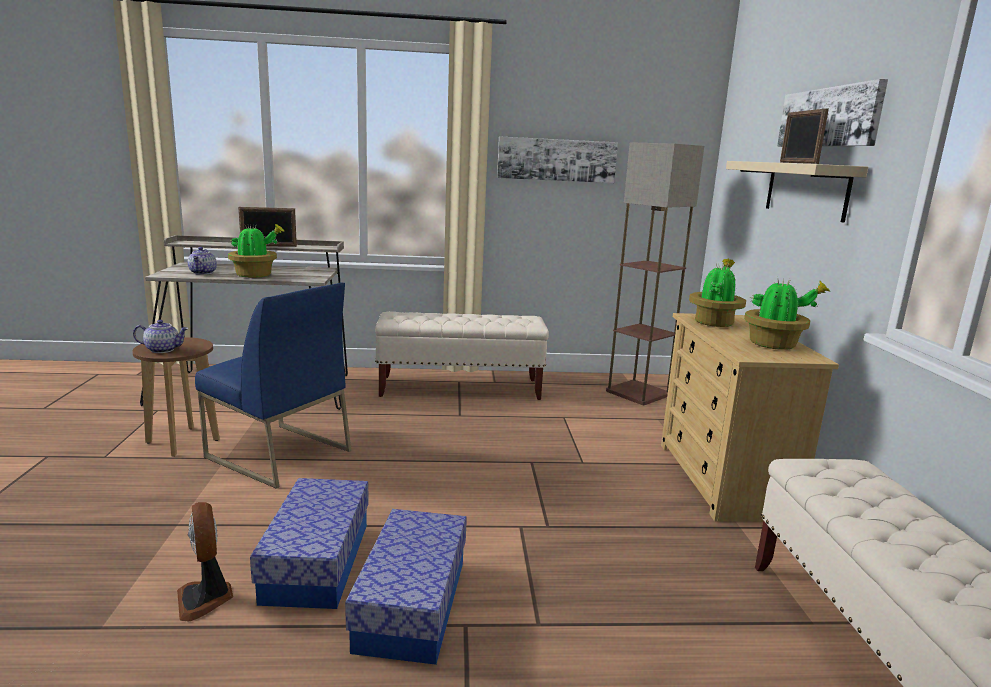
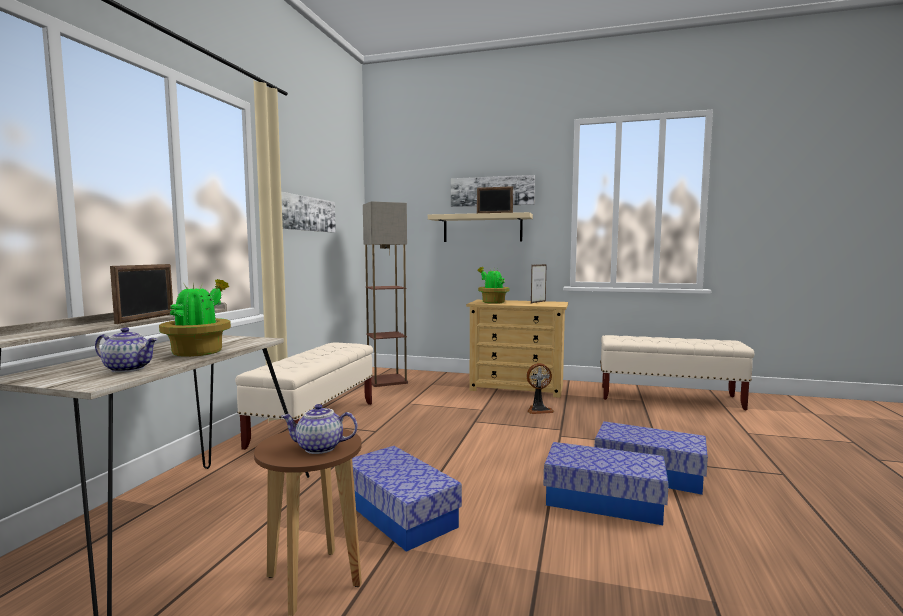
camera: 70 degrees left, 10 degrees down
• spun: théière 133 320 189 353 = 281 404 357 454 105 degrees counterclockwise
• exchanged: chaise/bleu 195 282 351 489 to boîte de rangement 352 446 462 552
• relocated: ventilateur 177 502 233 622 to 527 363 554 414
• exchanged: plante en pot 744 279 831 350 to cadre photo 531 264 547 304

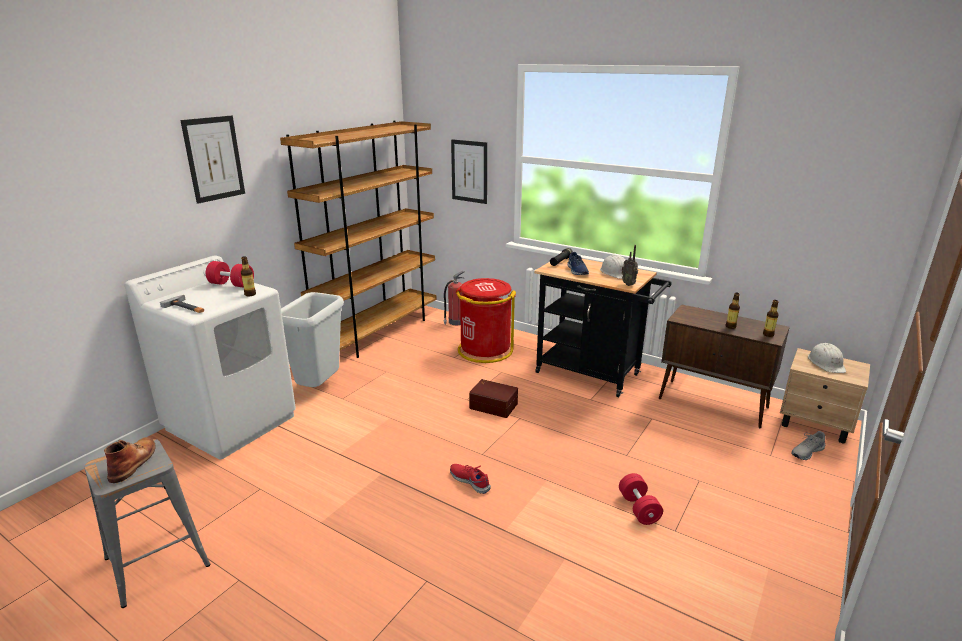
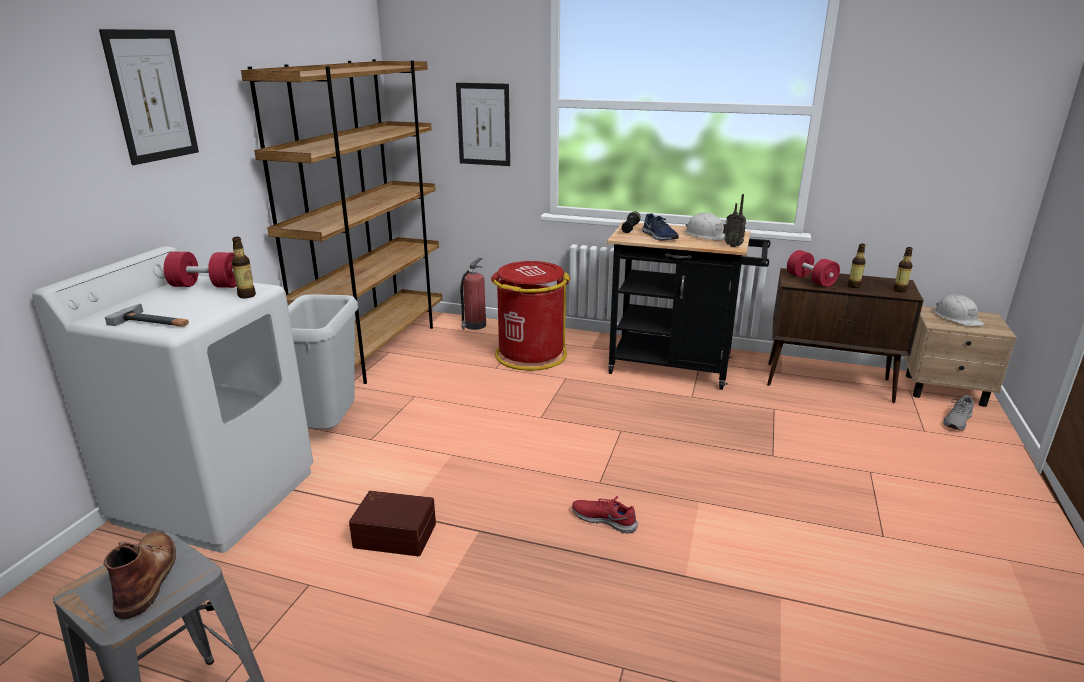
camera: 15 degrees left, 0 degrees up
• relocated: boîte de rangement/marron 469 379 518 418 to 349 491 436 556
• relocated: haltère/rouge 619 473 663 525 to 787 250 840 287

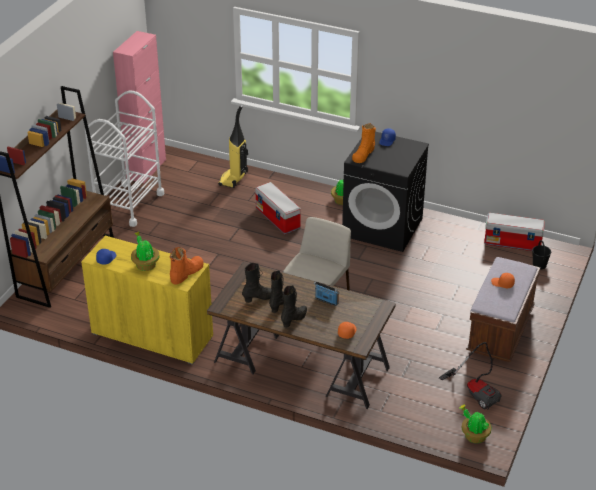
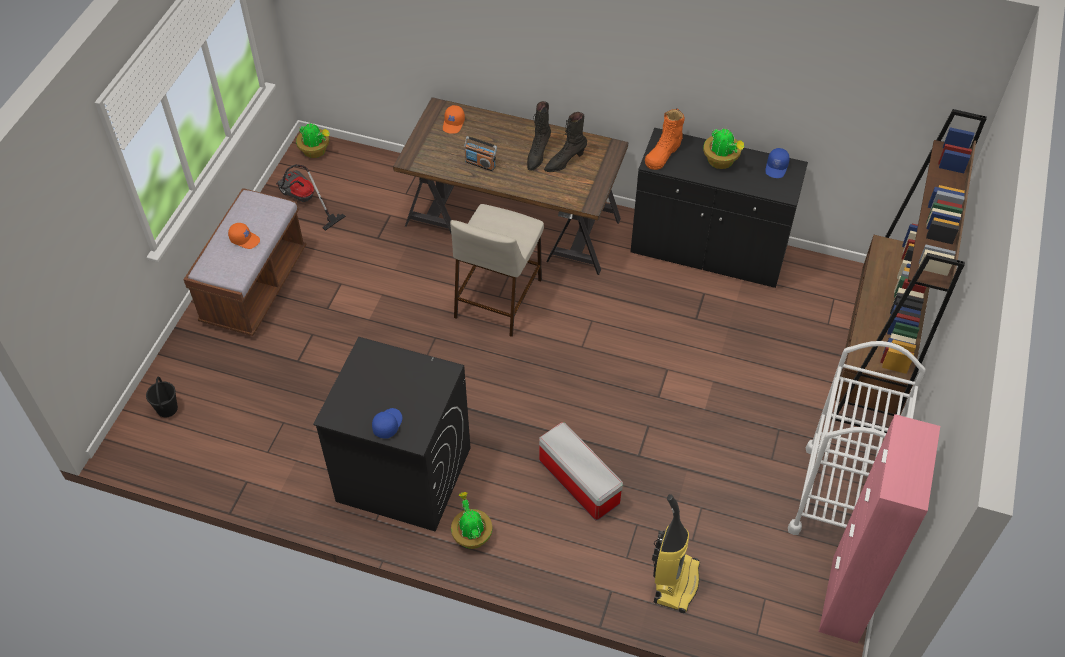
camera: 175 degrees right, 15 degrees up
• colour: meuble de rangement/jaune 81 236 213 365 to meuble de rangement/noir 631 128 808 288
• missing: botte/noir 281 285 307 328
• missing: botte/orange 352 123 376 163
• missing: boîte de rangement 484 213 545 251

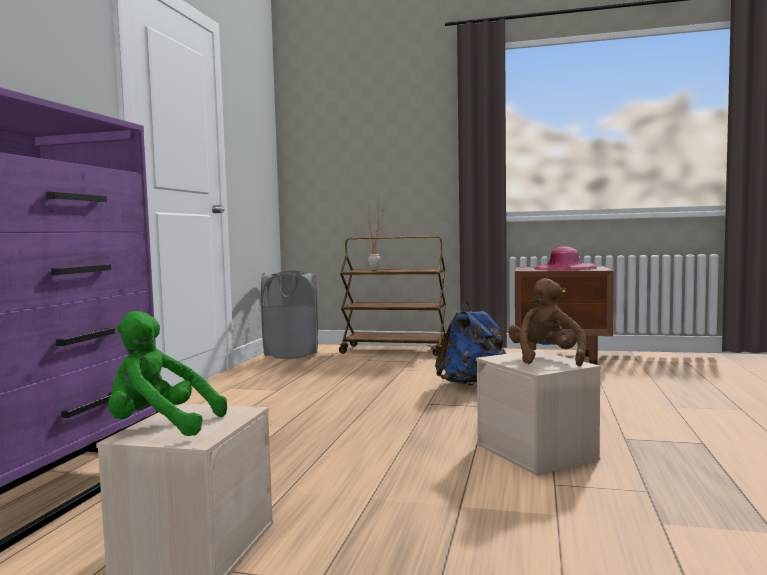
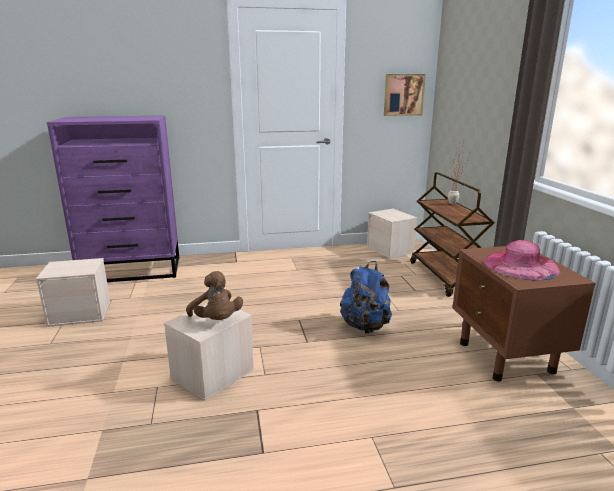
camera: 65 degrees right, 15 degrees up
• spun: peluche/marron 508 278 587 366 = 186 271 243 320 75 degrees clockwise
• exchanged: panier à linge/gris 261 270 318 359 to boîte de rangement/beige 367 209 417 259
• appeared: tableau 384 74 426 116
• missing: peluche/vert 108 311 227 436

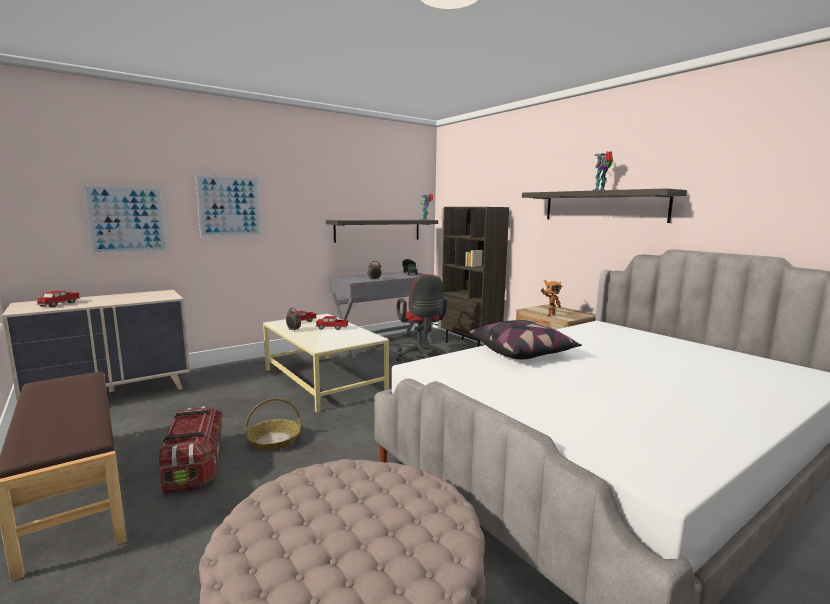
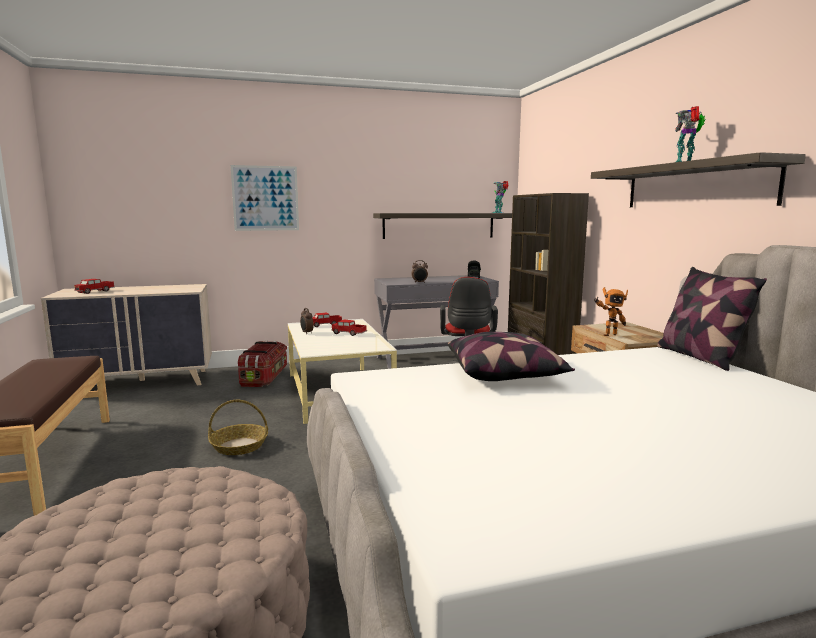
camera: 20 degrees right, 0 degrees up
• relocated: boîte de rangement 159 406 223 494 to 238 341 287 387
• appeared: coussin 657 267 767 371
• missing: tableau 82 184 168 255

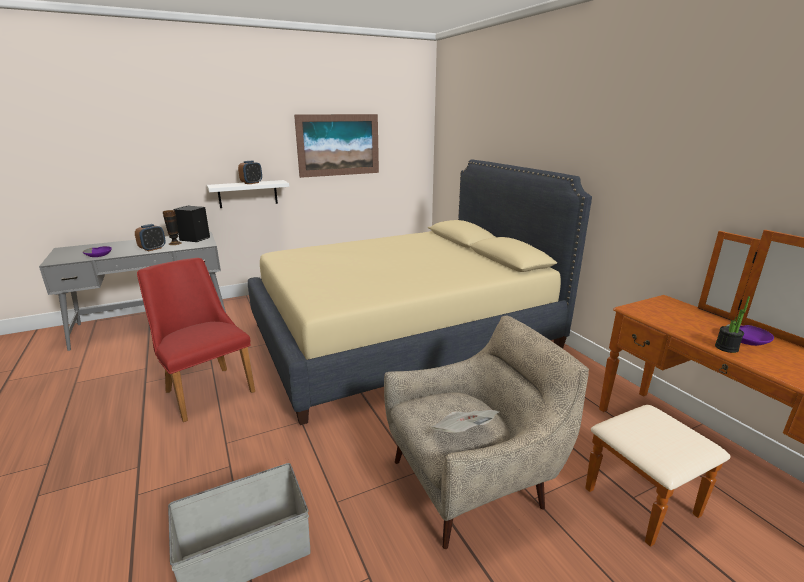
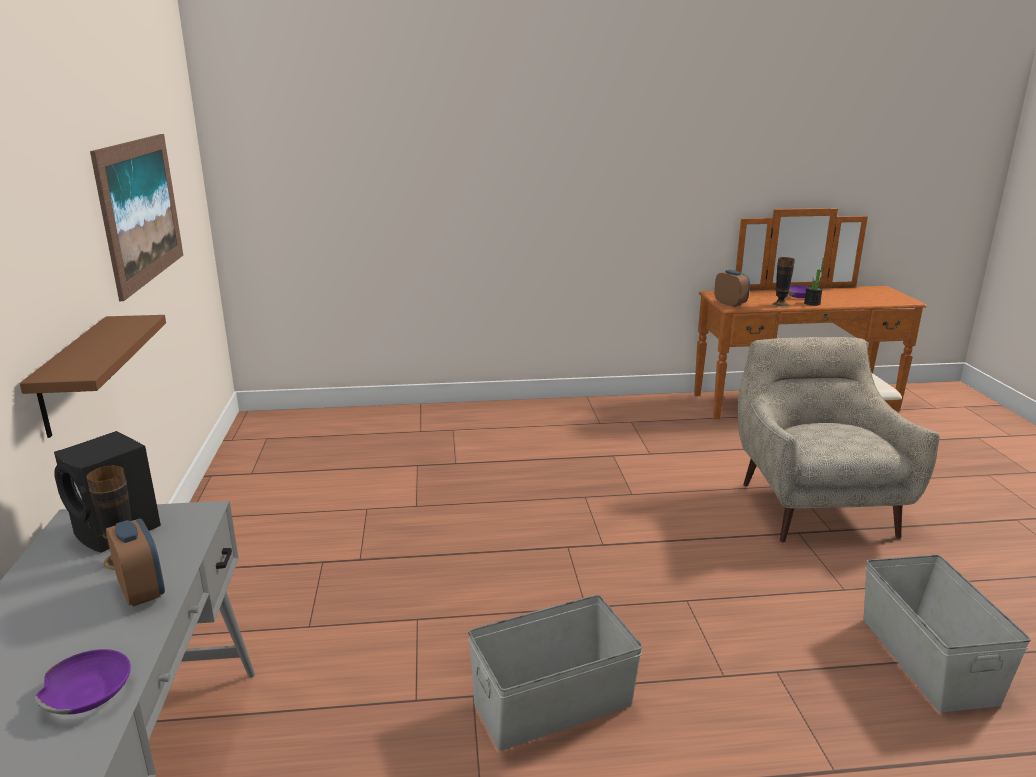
camera: 70 degrees left, 0 degrees up
• colour: étagère/blanc 207 180 289 208 to étagère/marron 19 315 166 438
• exchanged: chaise/rouge 137 258 255 422 to boîte de rangement/gris 468 595 643 751
• relocated: réveil 238 161 262 184 to 714 270 750 307
• appeared: vase 771 257 795 307
• missing: lit/beige 248 159 592 425
• missing: journal 431 410 500 433

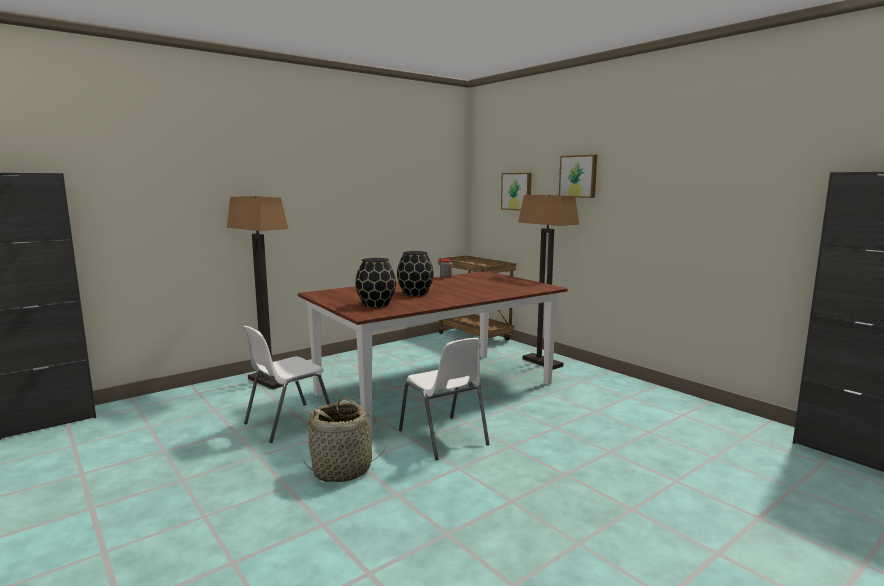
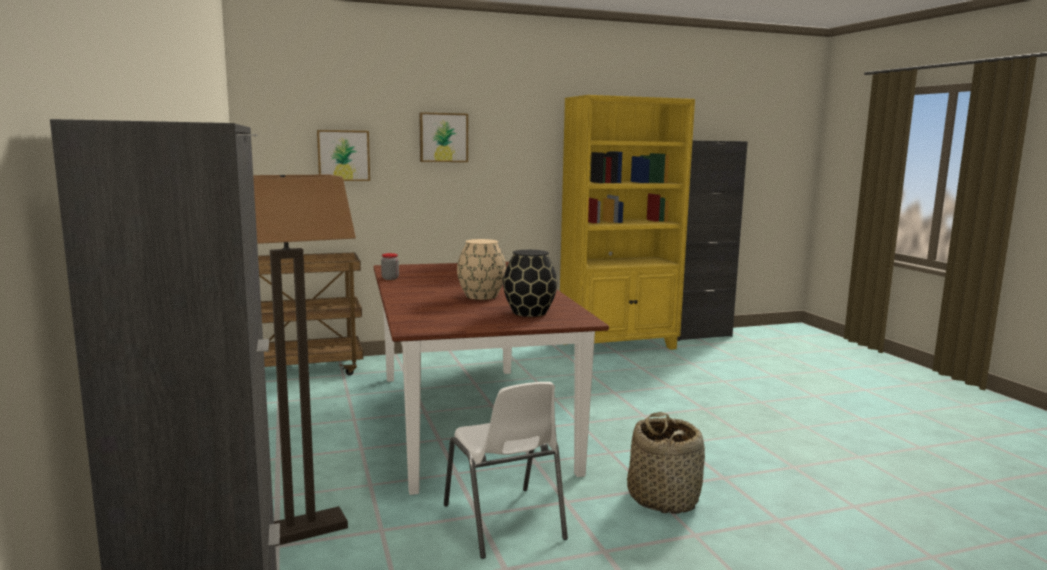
camera: 70 degrees left, 0 degrees up
• colour: vase/noir 397 251 434 296 to vase/beige 457 239 506 300
• appeared: bibliothèque/jaune 560 95 695 350
• missing: chaise/blanc 399 338 489 460
• missing: lampadaire 518 195 579 370

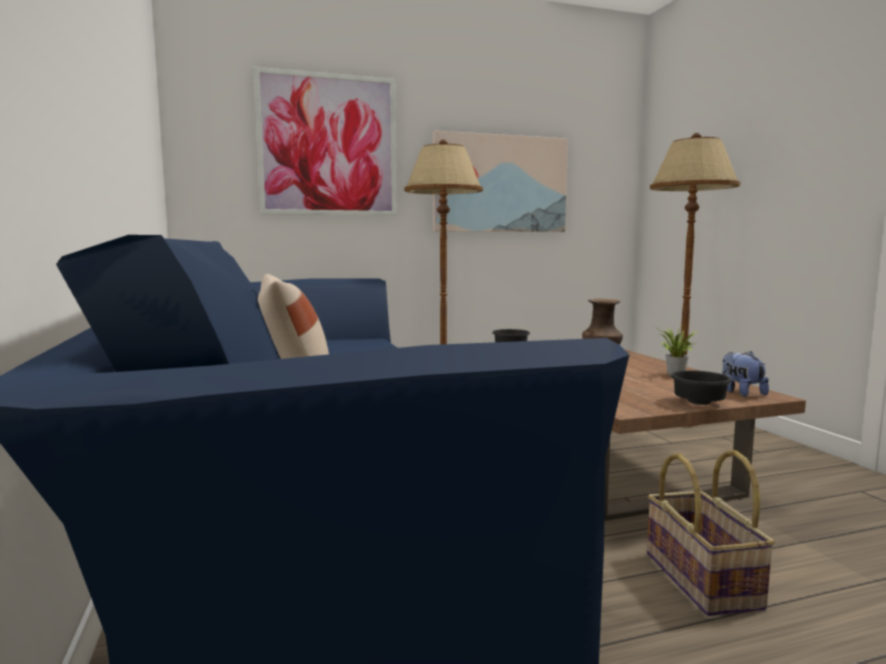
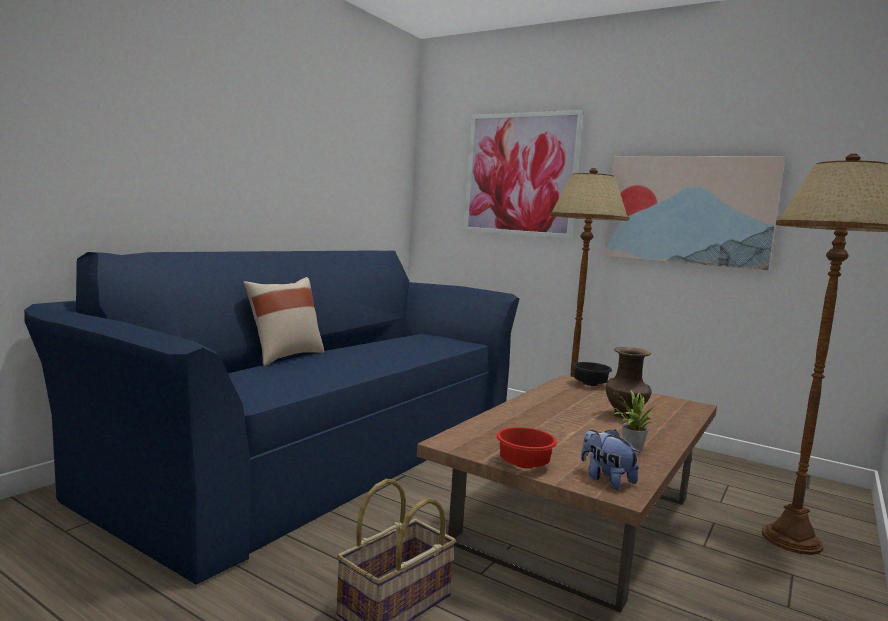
camera: 50 degrees right, 0 degrees up
• colour: bol/noir 670 370 732 405 to bol/rouge 496 427 557 468
• spun: peluche 722 351 769 397 = 581 429 640 490 75 degrees counterclockwise

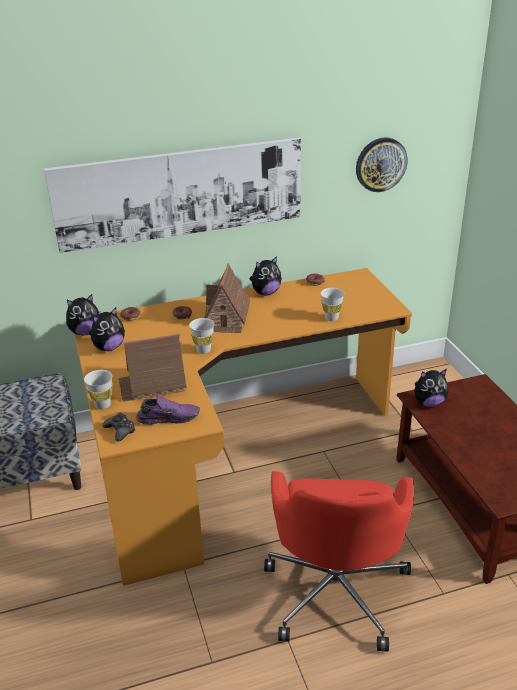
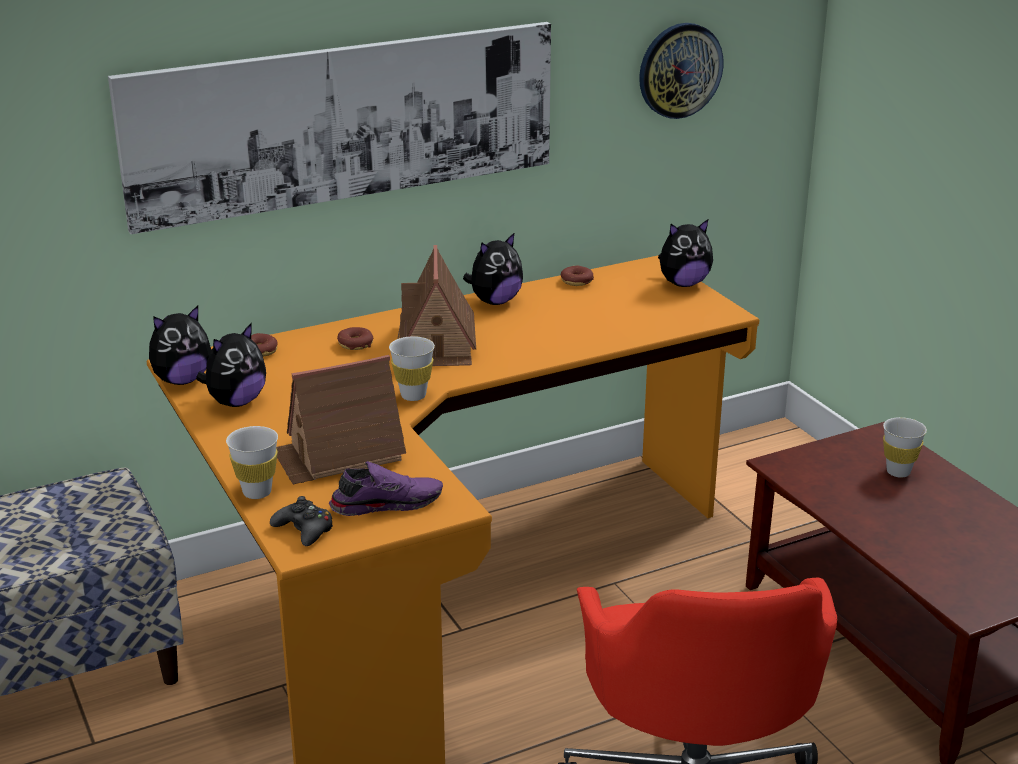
camera: 10 degrees left, 5 degrees down
• relocated: peluche 414 369 448 407 to 658 219 713 287
• relocated: tasse/blanc 321 288 344 321 to 883 417 927 477

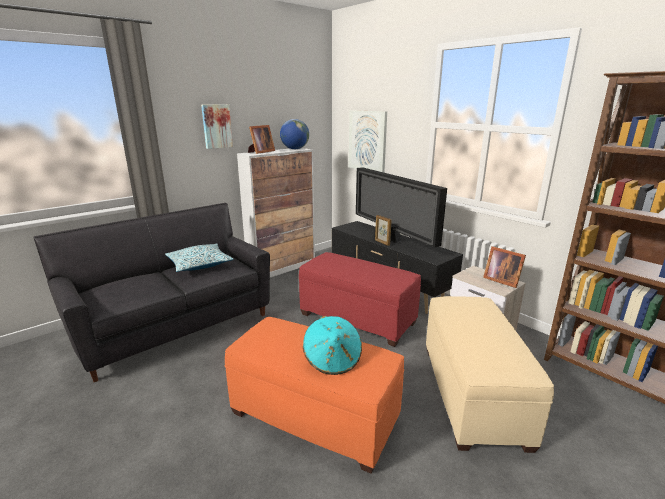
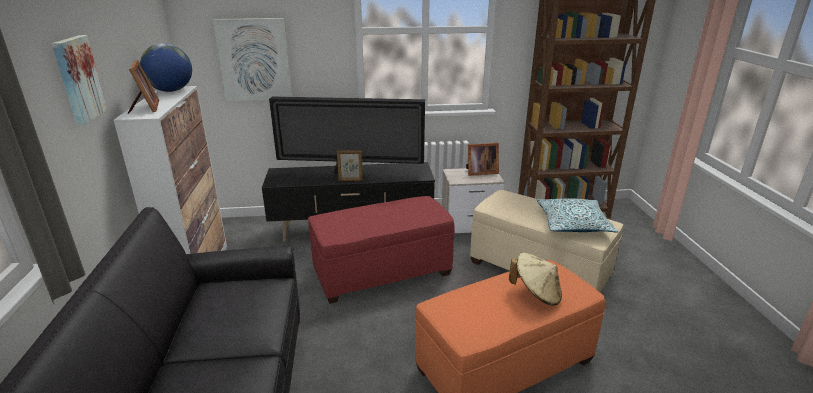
camera: 55 degrees left, 5 degrees up
• colour: chapeau/turquoise 303 316 362 375 to chapeau/beige 509 252 562 305
• relocated: coussin 165 243 234 272 to 536 199 618 233

